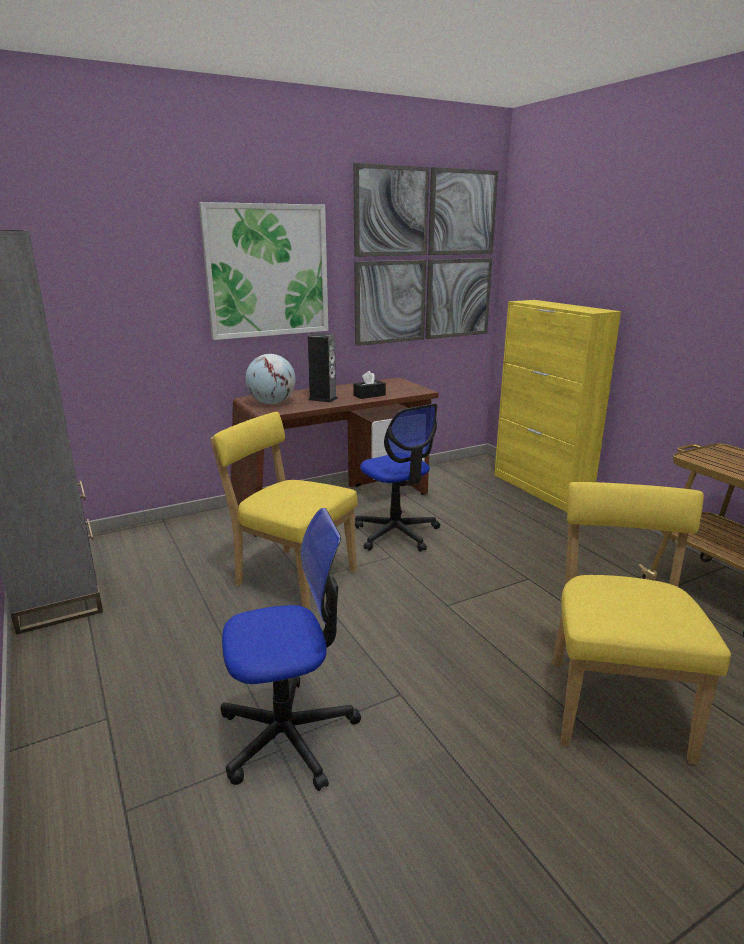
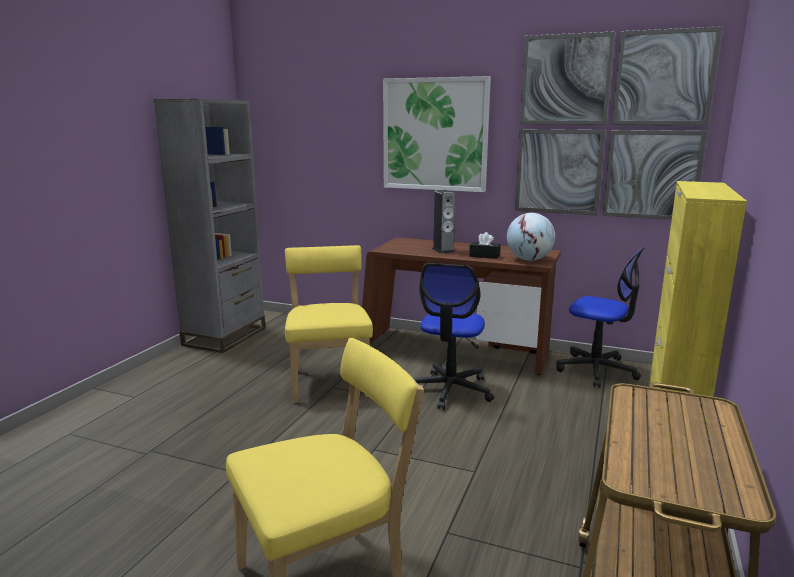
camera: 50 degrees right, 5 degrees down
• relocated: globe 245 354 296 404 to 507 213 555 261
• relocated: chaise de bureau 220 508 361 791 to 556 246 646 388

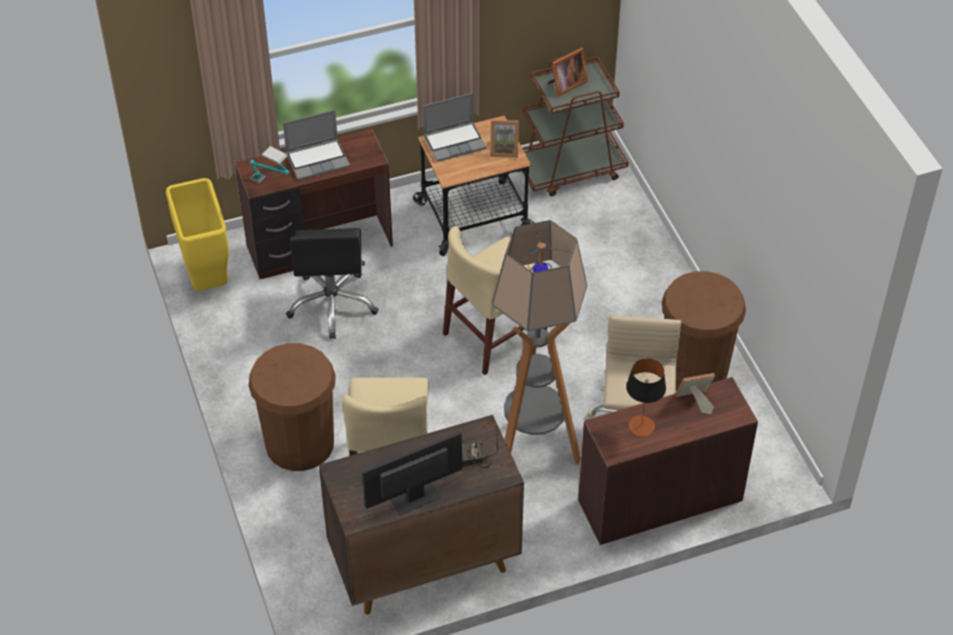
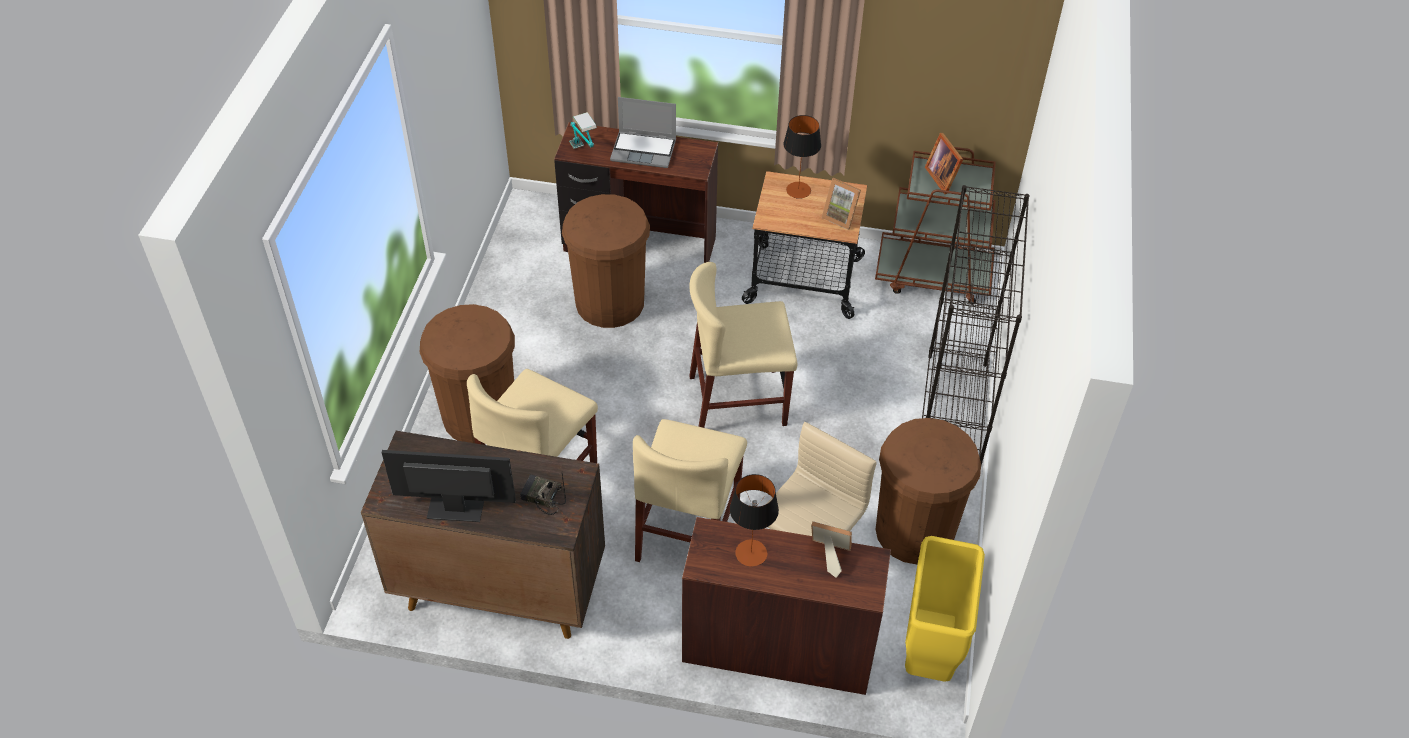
camera: 30 degrees right, 0 degrees up
• exchanged: chaise de bureau/noir 286 228 379 339 to poubelle/marron 562 194 650 328
• exchanged: lampadaire 492 220 587 465 to chaise/beige 633 419 747 562
• exchanged: ordinateur portable 423 93 486 162 to lampe de table 783 115 821 199
• relocated: poubelle/jaune 166 178 229 291 to 905 536 985 682
• appeared: bibliothèque/noir 922 185 1030 484
• spun: cadre photo 548 48 588 97 = 925 133 963 194 75 degrees clockwise

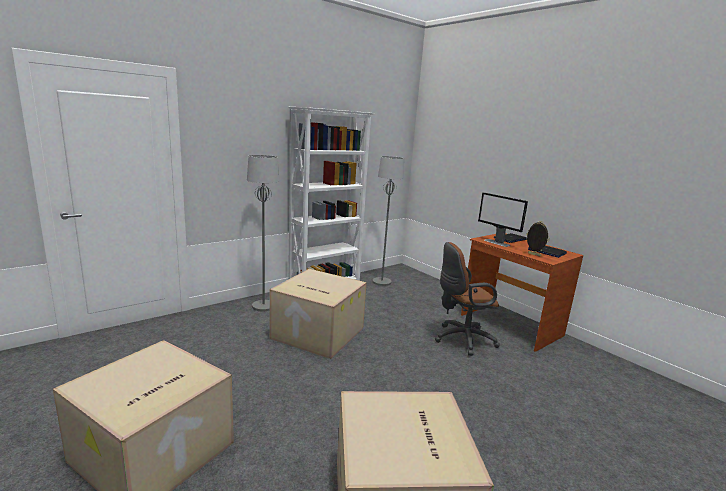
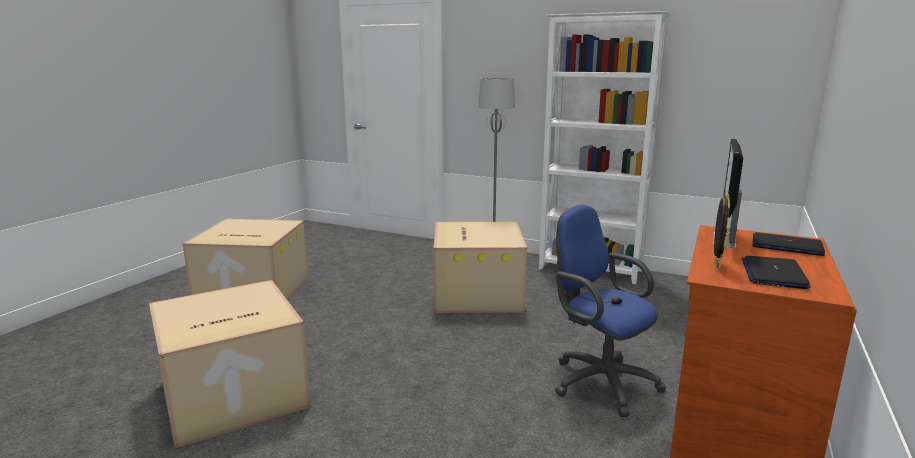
camera: 65 degrees right, 0 degrees up
• colour: chaise de bureau/marron 435 242 500 356 to chaise de bureau/bleu 555 205 666 417
• missing: lampadaire/gris 373 156 404 286

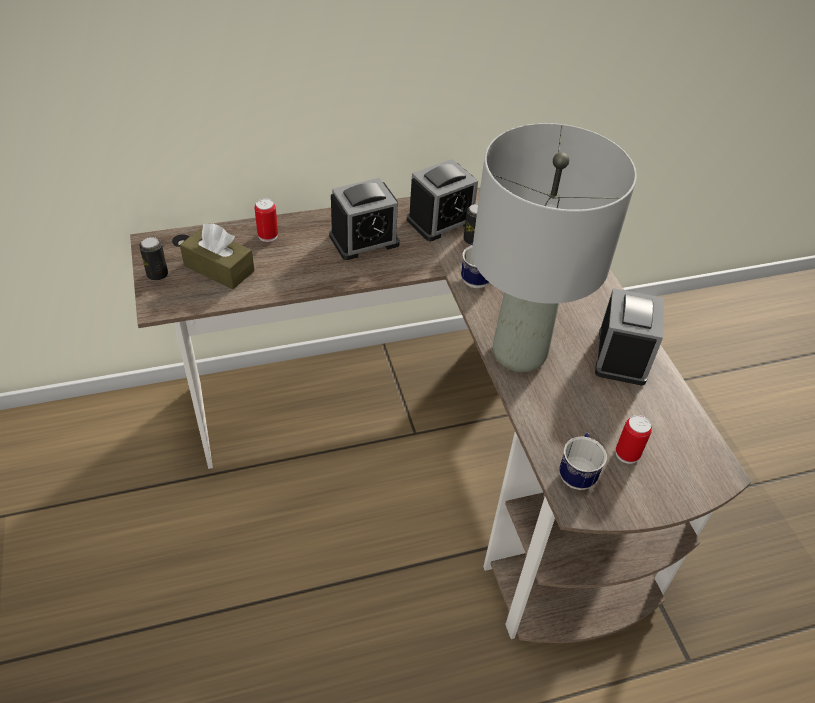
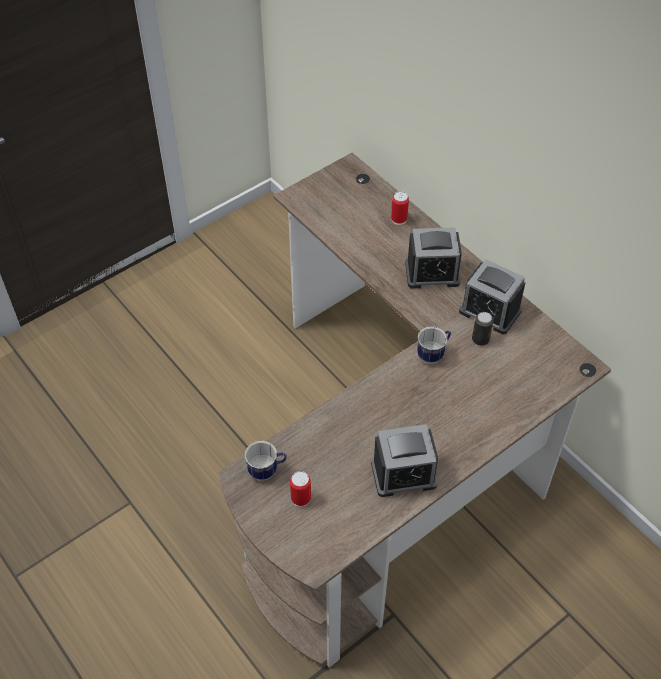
camera: 70 degrees right, 5 degrees up
• spun: réveil 329 178 400 260 = 405 227 462 288 45 degrees counterclockwise
• missing: boîte métallique 139 237 168 281
• missing: boîte à mouchoirs/marron 180 223 254 289
• missing: lampe de table/gris 472 123 637 372

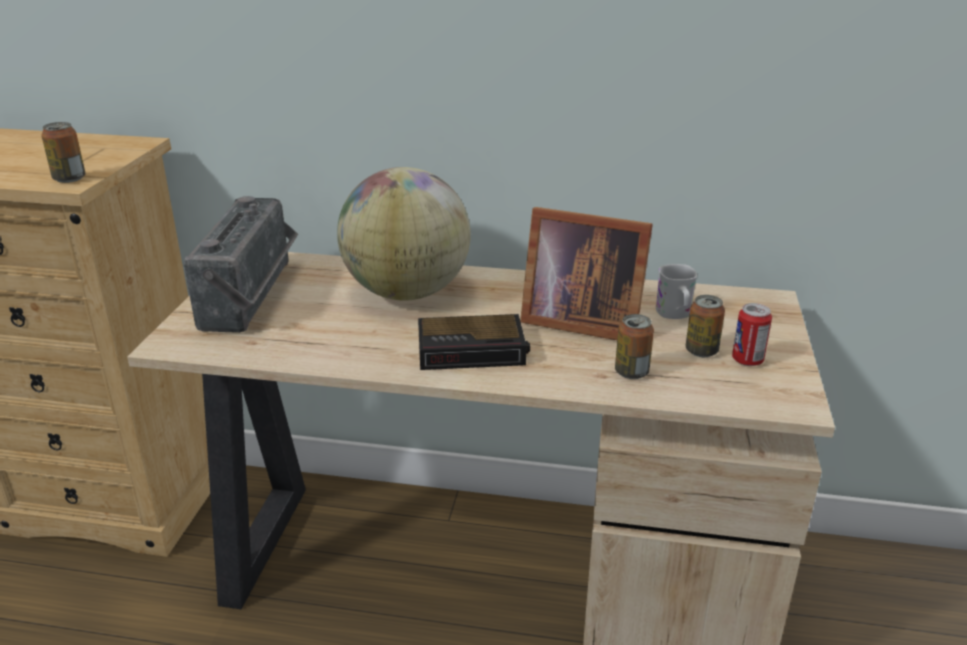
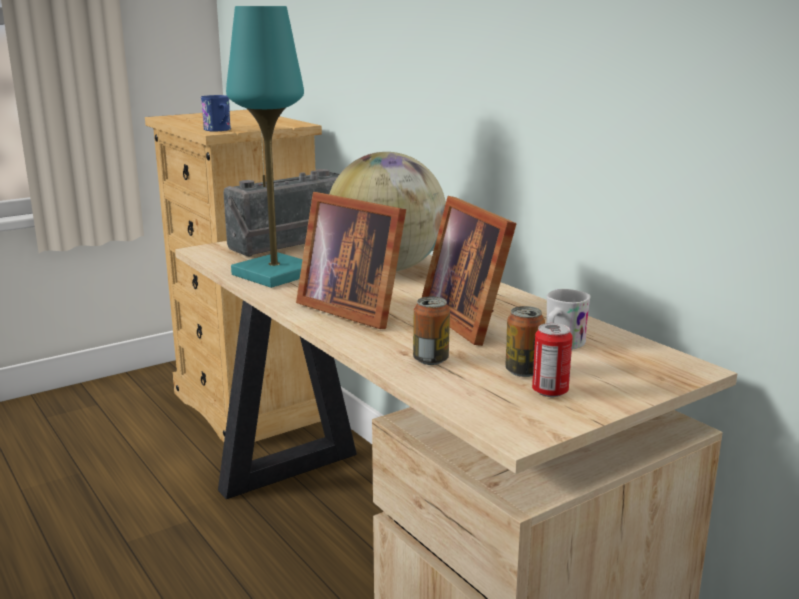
camera: 45 degrees right, 10 degrees down
• exchanged: boîte métallique 41 122 86 183 to mug/bleu 201 95 231 132
• appeared: lampe de table/turquoise 226 6 304 288
• exchanged: réveil 418 314 530 370 to cadre photo 296 192 406 329

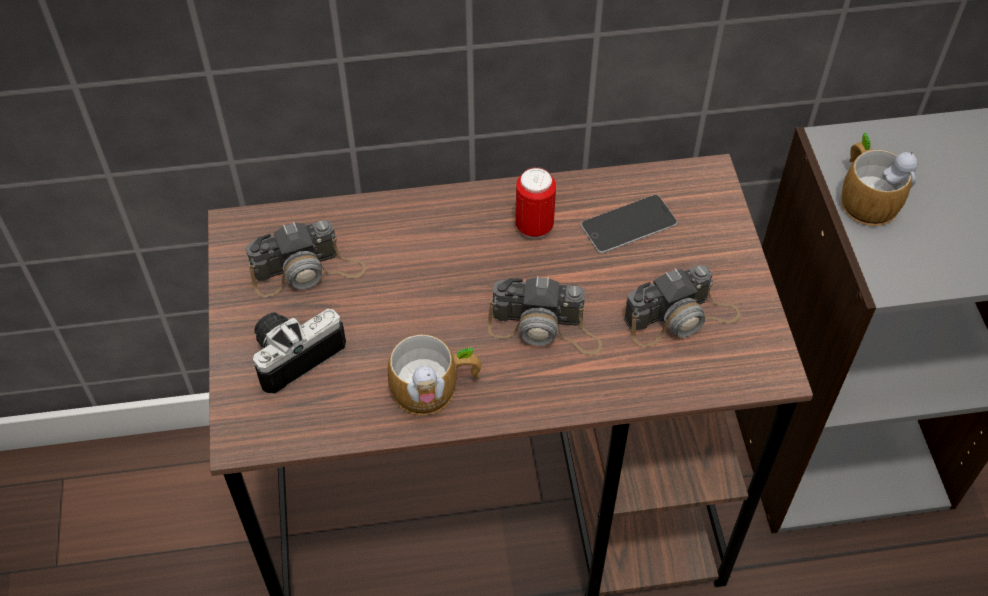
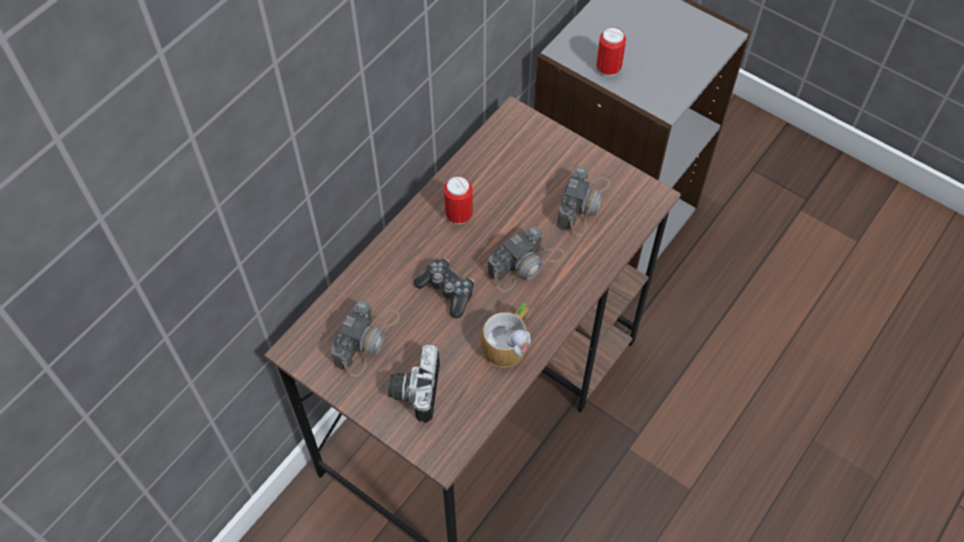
camera: 45 degrees left, 5 degrees up
• appeared: manette 414 258 474 318
• exchanged: mug 841 133 918 226 to boîte métallique 596 27 626 76
• missing: téléphone 581 195 677 253

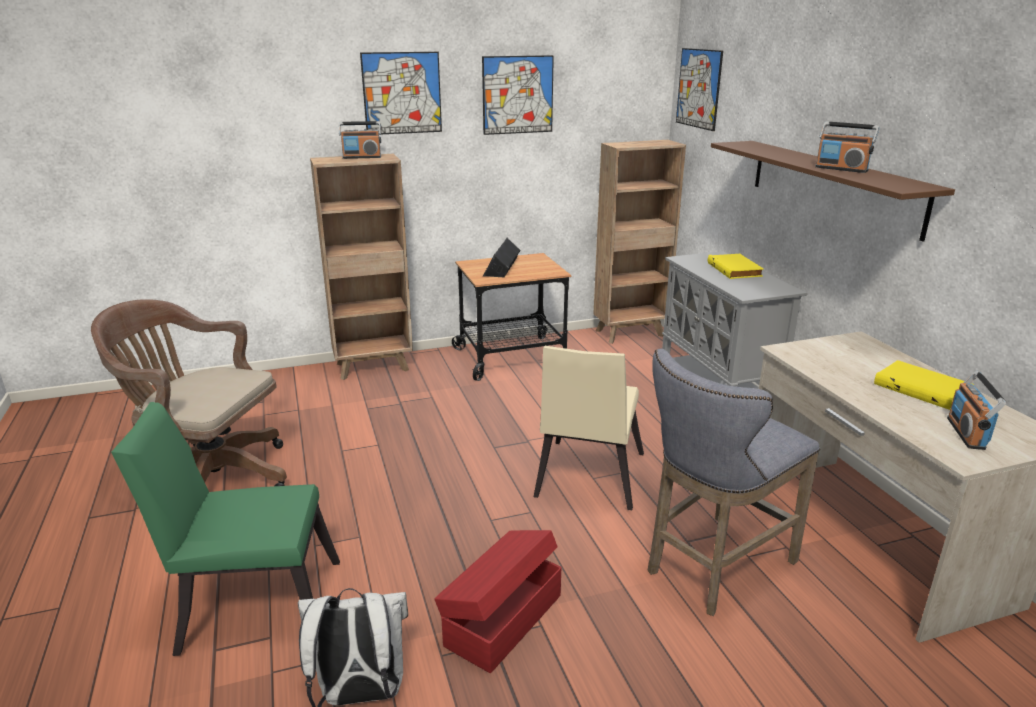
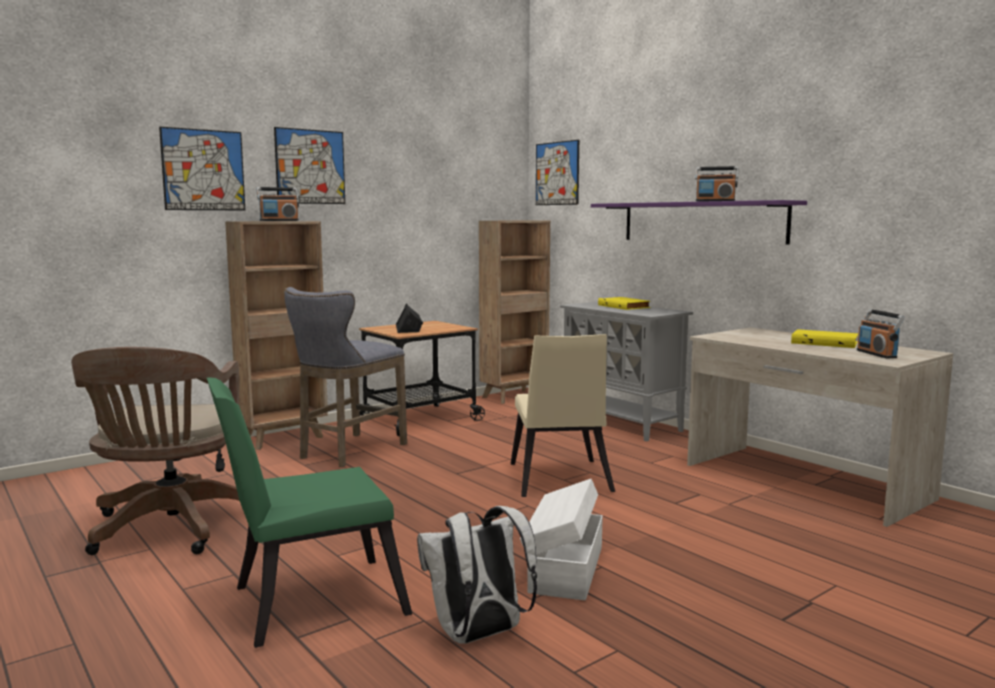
camera: 20 degrees left, 15 degrees down
• spun: chaise de bureau/marron 91 299 287 486 = 71 347 244 555 90 degrees counterclockwise
• relocated: tableau 482 55 554 135 to 159 127 245 210
• relocated: tabouret/gris 648 349 820 616 to 284 287 407 467
• colour: boîte de rangement/rouge 434 530 562 673 to boîte de rangement/blanc 520 479 603 600
• colour: étagère/marron 711 141 955 241 to étagère/violet 591 200 807 245

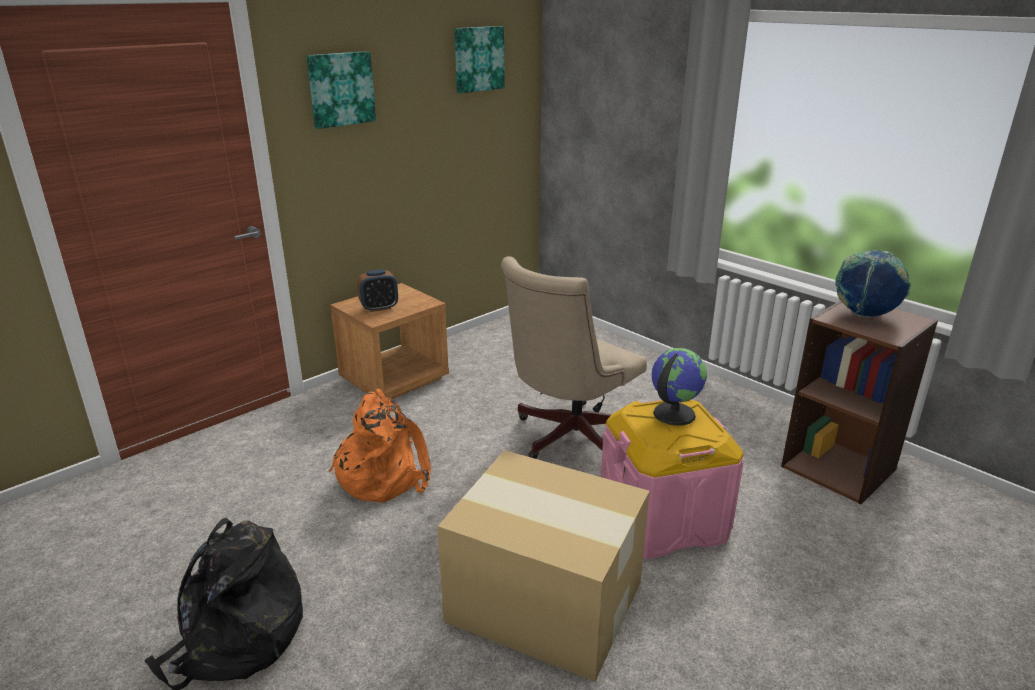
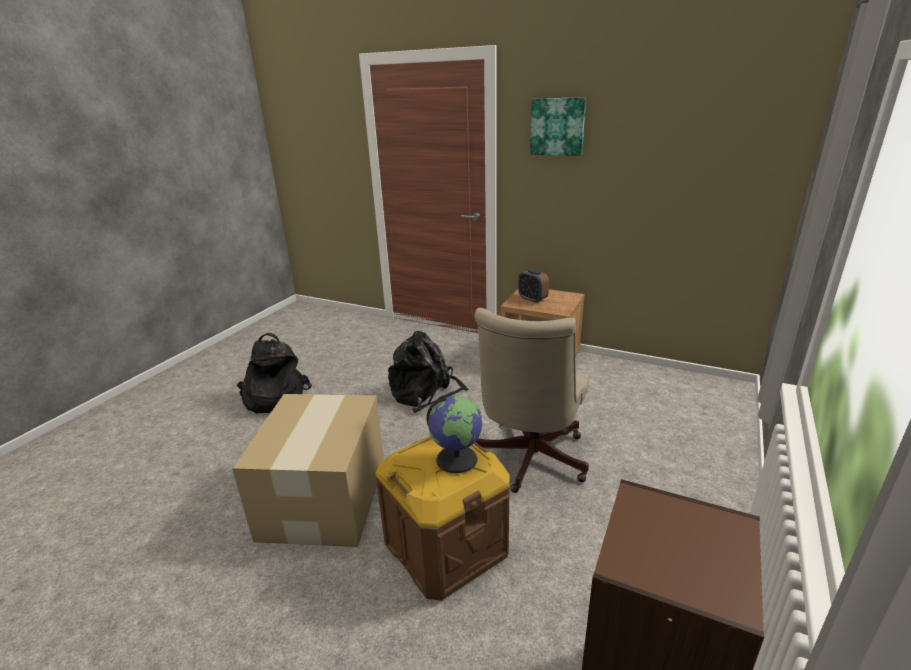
camera: 70 degrees right, 0 degrees up
• colour: boîte de rangement/rose 601 400 744 559 to boîte de rangement/marron 375 436 510 601
• colour: sac à dos/orange 328 389 431 502 to sac à dos/noir 388 331 469 413
• spun: chaise de bureau/beige 501 256 647 459 = 475 308 589 493 90 degrees counterclockwise
• missing: tableau 455 26 505 93
• missing: globe 835 250 911 318

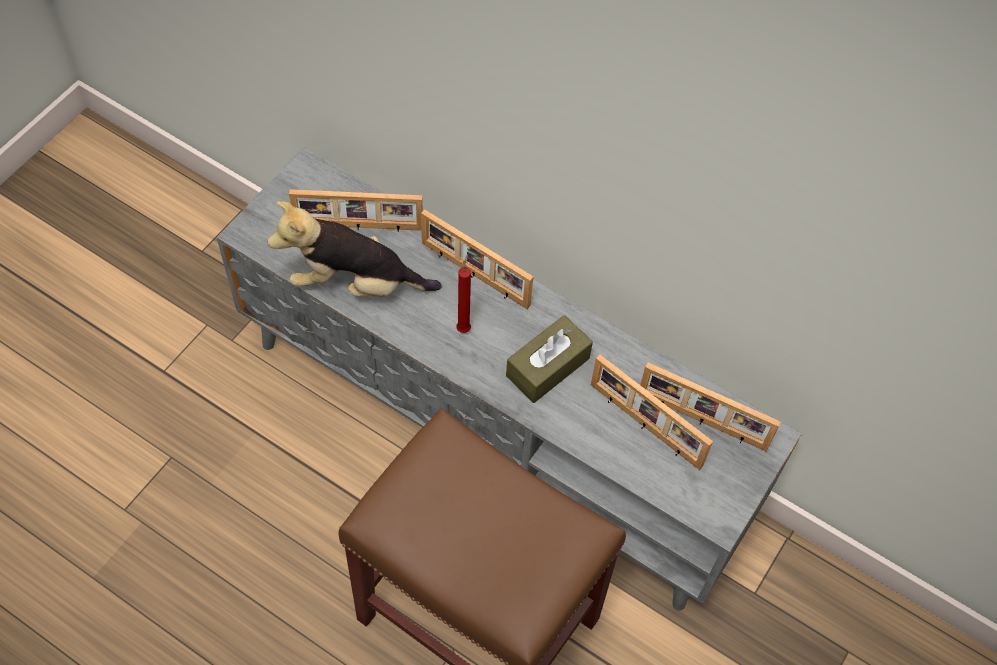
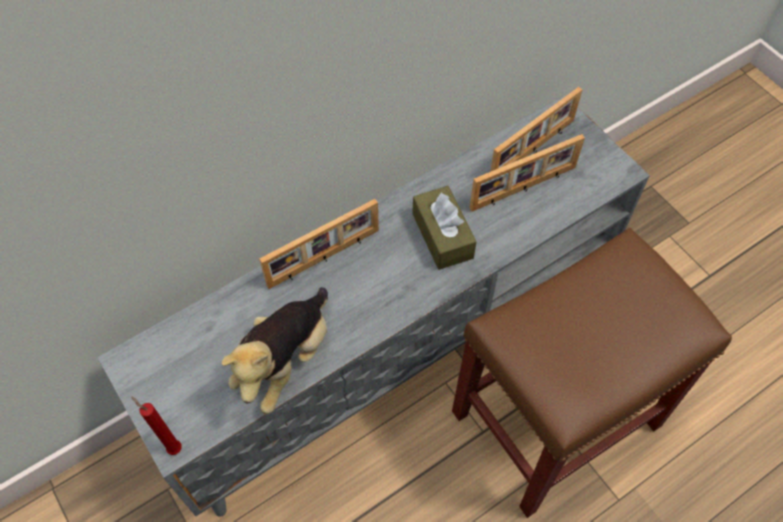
camera: 65 degrees left, 0 degrees up
• relocated: bougie/rouge 456 254 471 333 to 131 397 182 455
• missing: cadre photo 289 189 423 232

